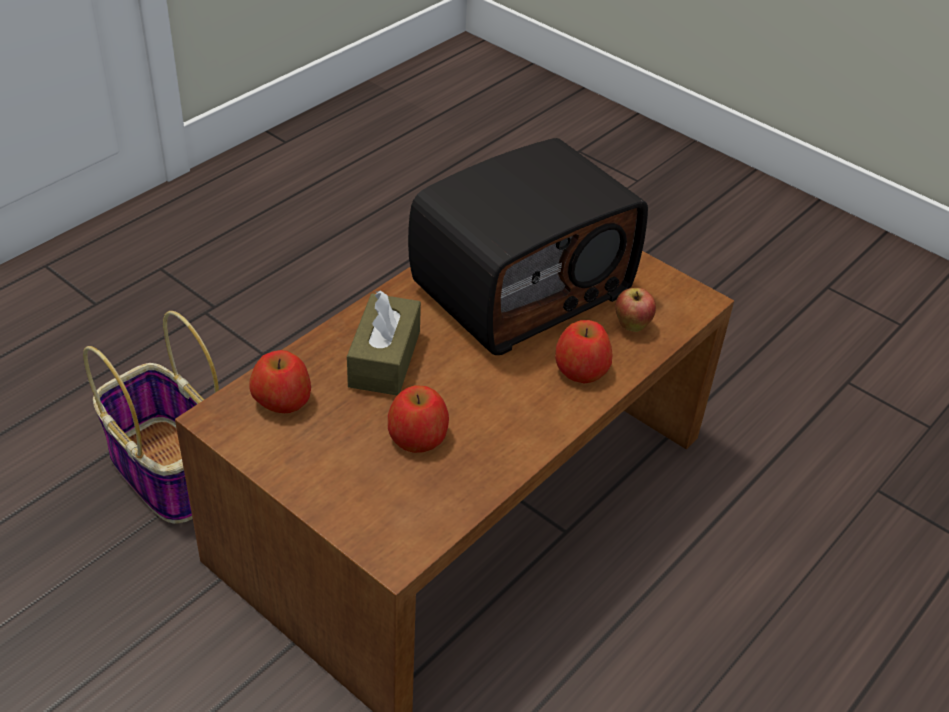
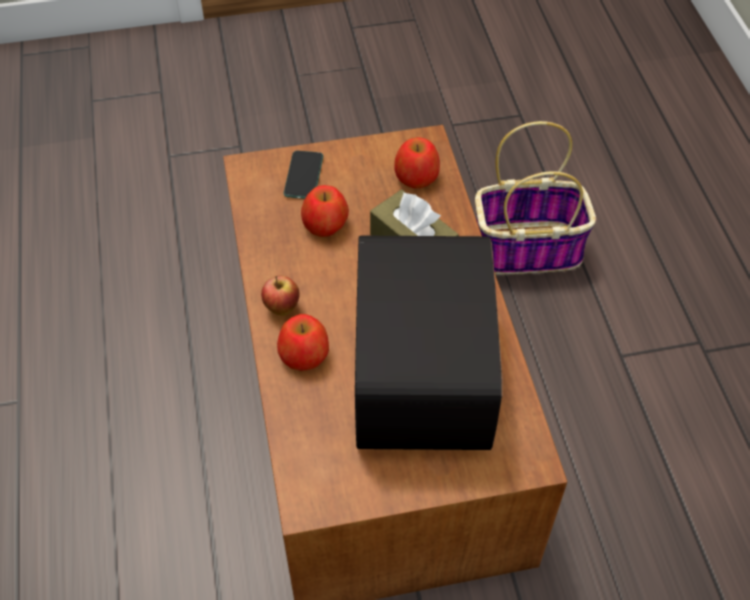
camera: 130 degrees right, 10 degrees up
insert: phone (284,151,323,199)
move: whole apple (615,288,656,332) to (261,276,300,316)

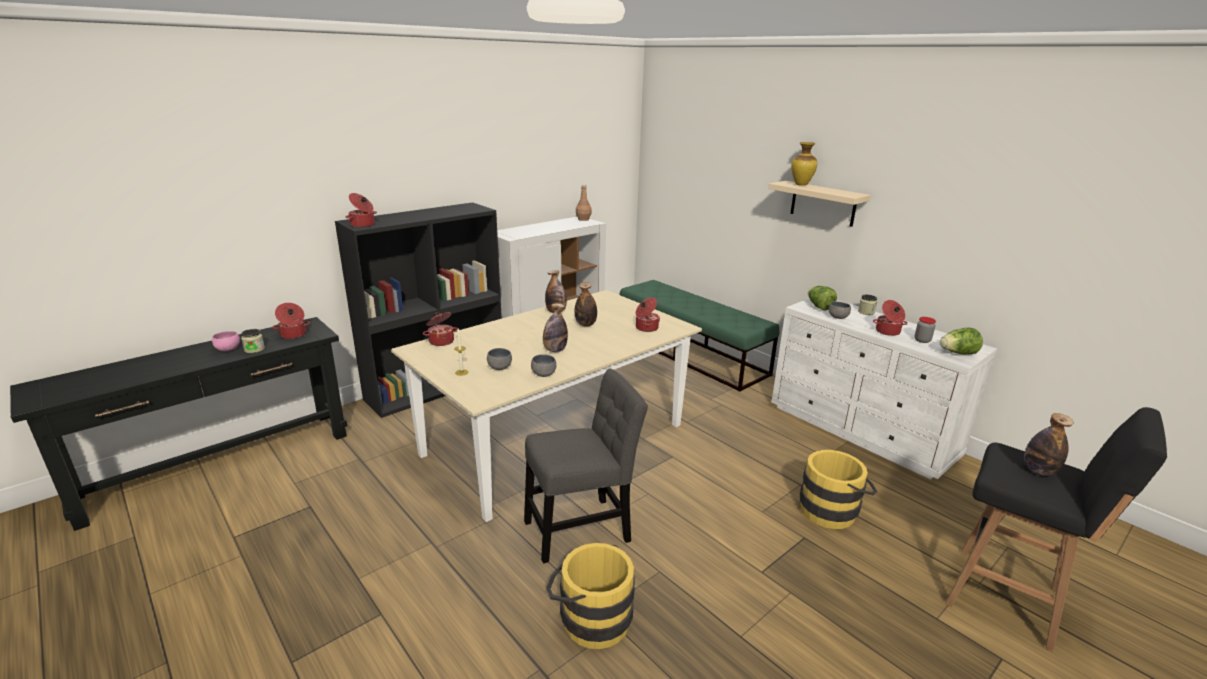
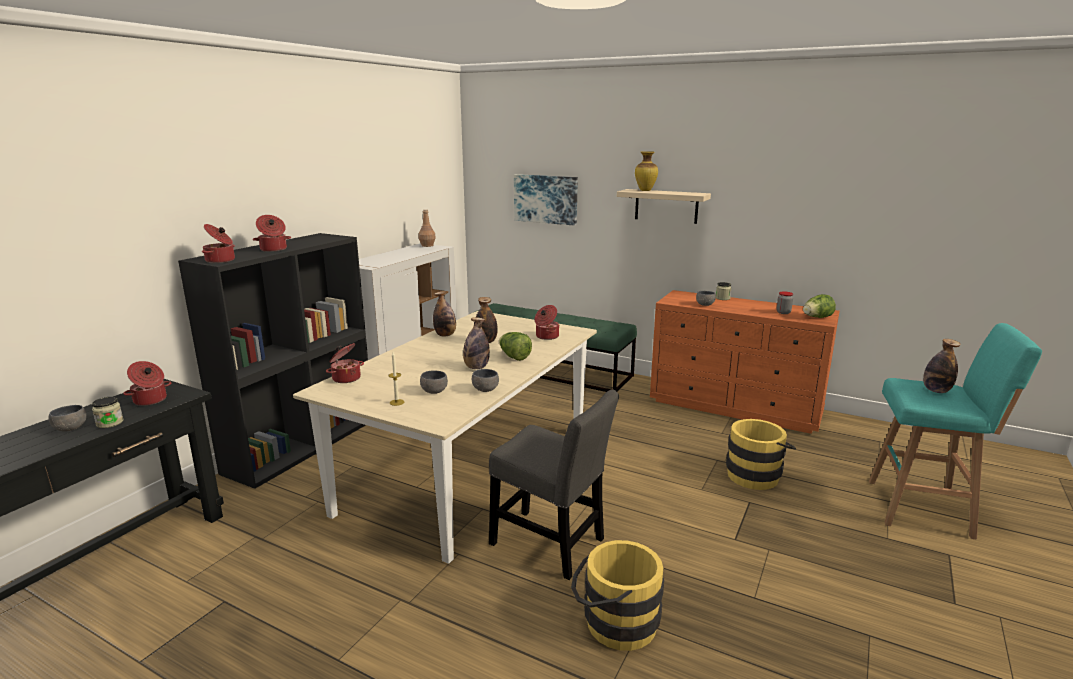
camera: 20 degrees left, 5 degrees down
insert: wall picture (514,174,578,226)
move: lettuce head (808,286,837,310) to (499,332,532,361); saucepot (873,300,908,336) to (253,215,291,252)
recolor: pinkish deep dish (212,331,240,351) to gray deep dish (49,405,86,432); whitish drawer chest (771,299,997,479) to orange drawer chest (650,290,840,434); black stool (945,407,1167,652) to turquoise stool (869,323,1042,540)
rotate: gray chair (524,369,648,564) = (489,390,619,580) 75 degrees clockwise

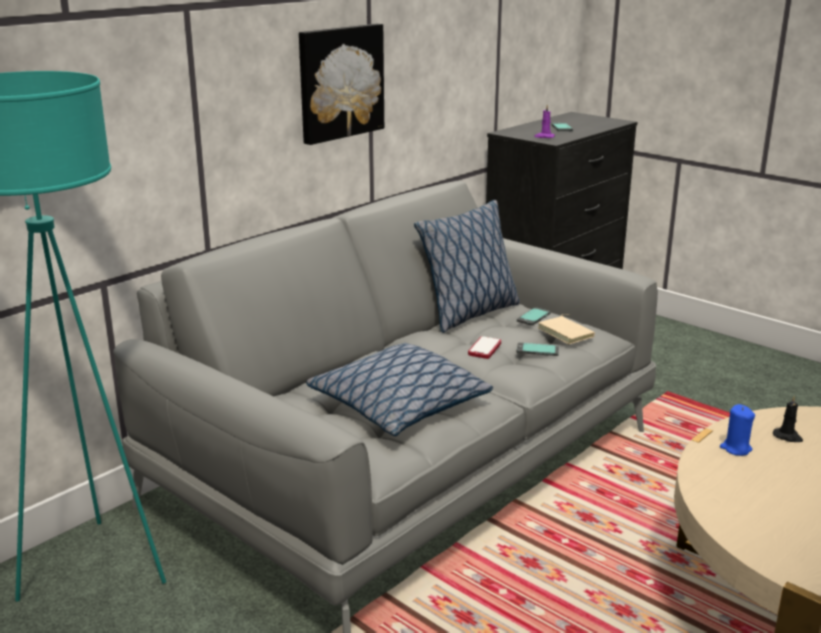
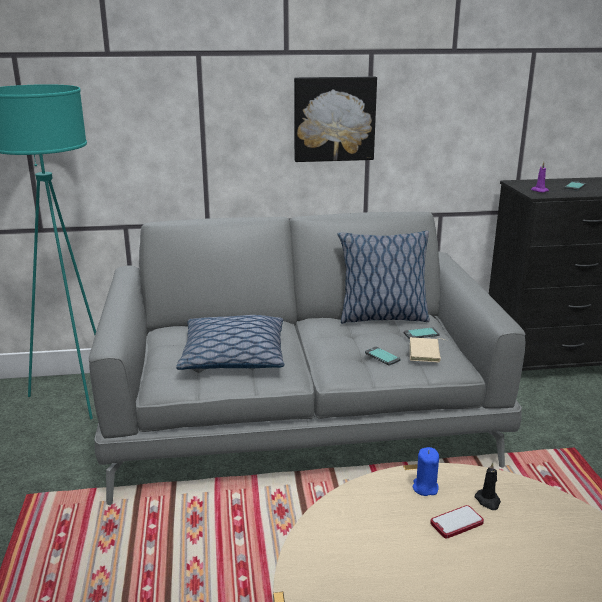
camera: 40 degrees right, 0 degrees up
move: phone (468,336,501,359) to (430,505,484,538)

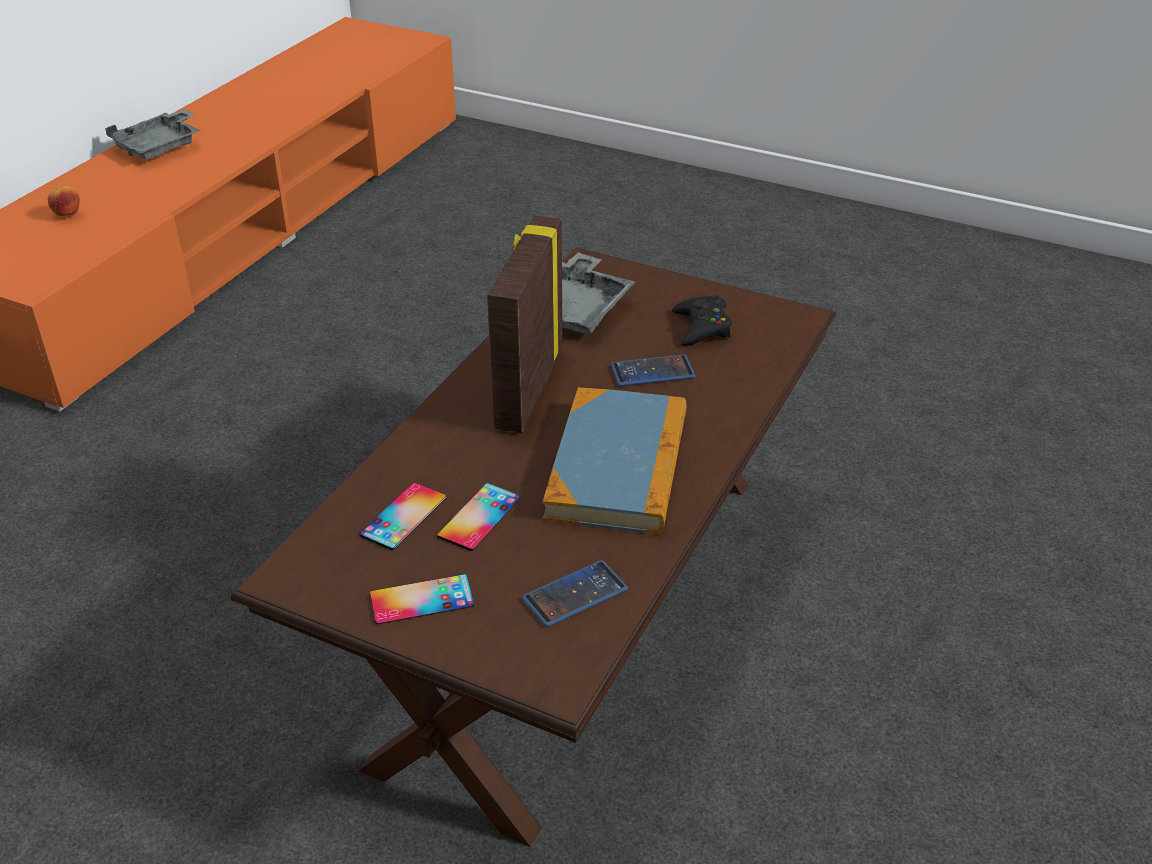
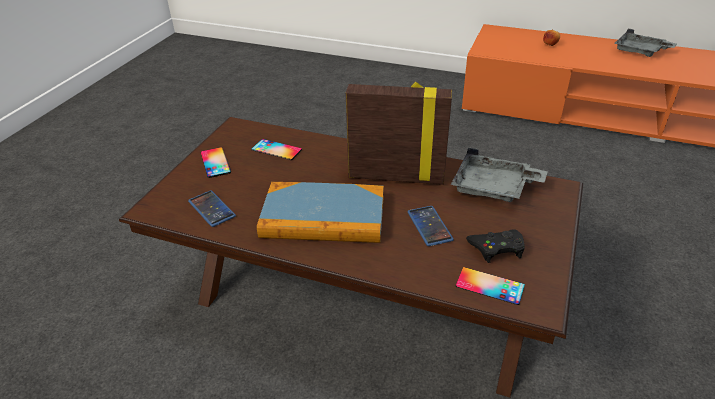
camera: 85 degrees right, 0 degrees up
move: phone (437,483,520,551) to (456,267,525,305)

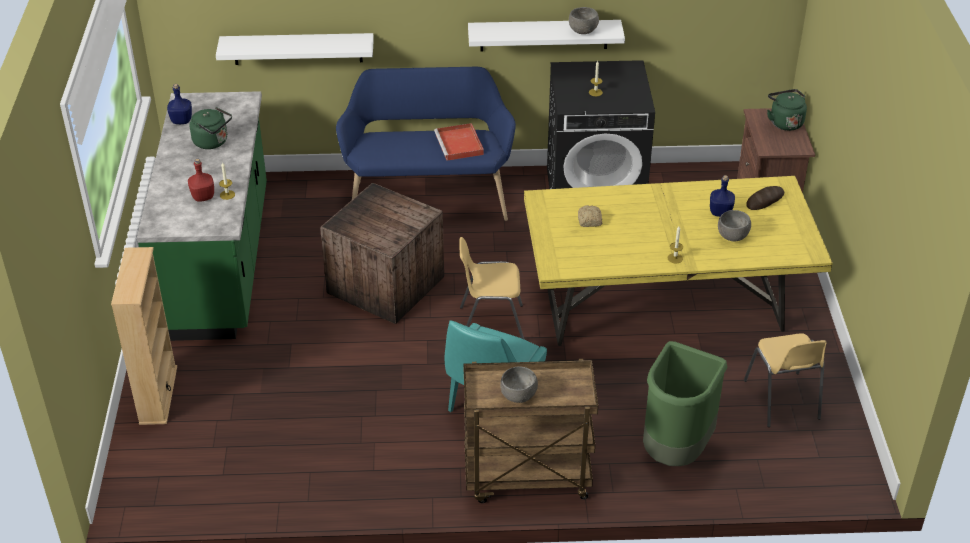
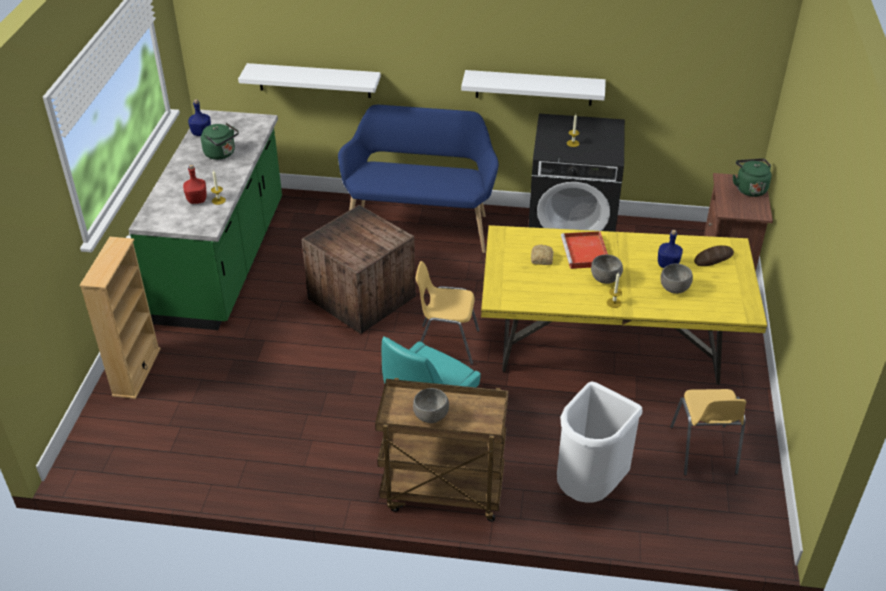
camera: 10 degrees right, 0 degrees up
move: reddish serving tray (434,123,484,161) to (561,231,608,269); gray deep dish (569,7,599,34) to (591,254,623,284)
recolor: green rubbish bin (643,341,727,466) to whitish rubbish bin (557,381,642,503)

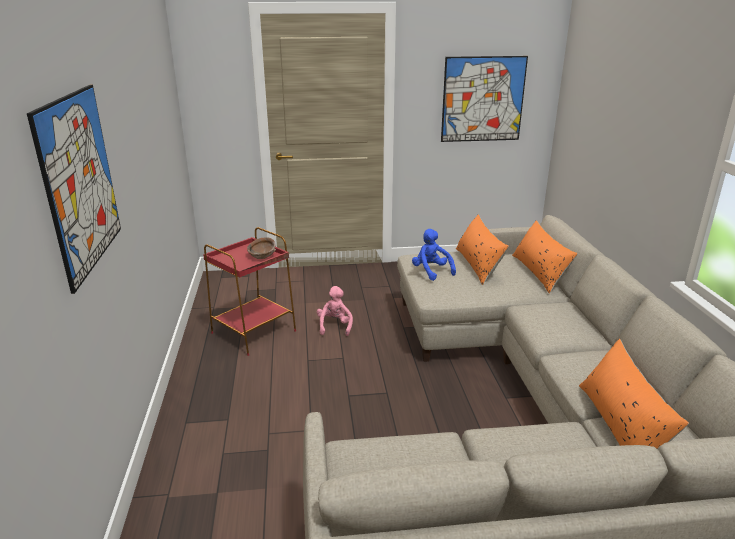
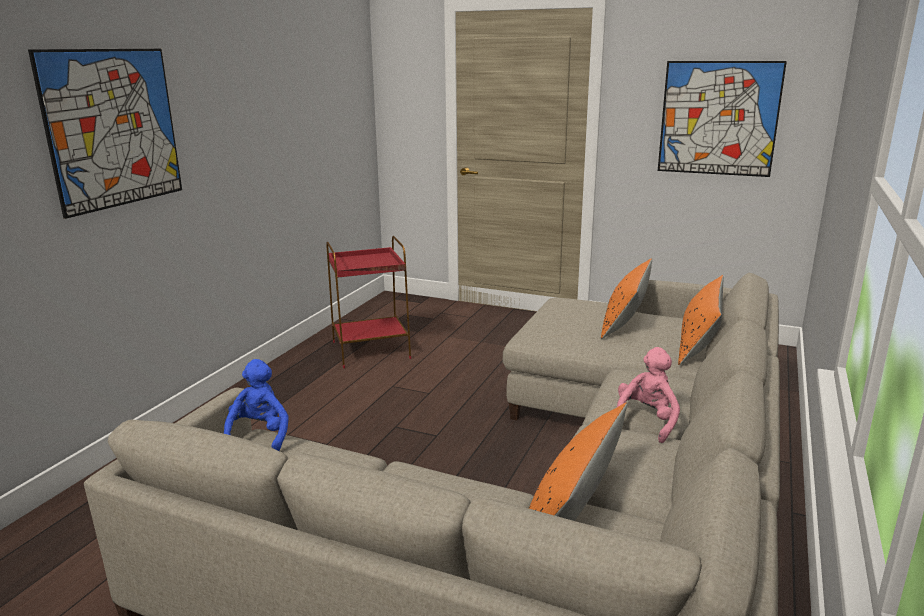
camera: 30 degrees right, 5 degrees down
delete: brown deep dish (247,238,276,259)
move: pinkish cuddly toy (317,286,353,336) to (616,347,680,443); blue cuddly toy (412,229,456,281) to (224,359,289,451)

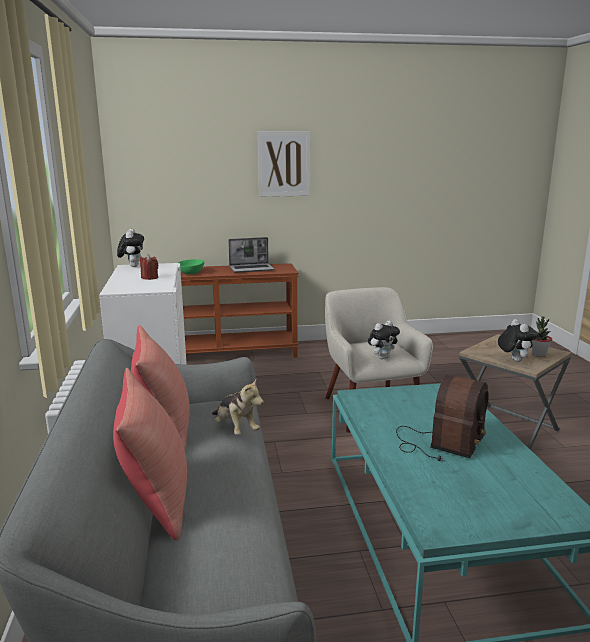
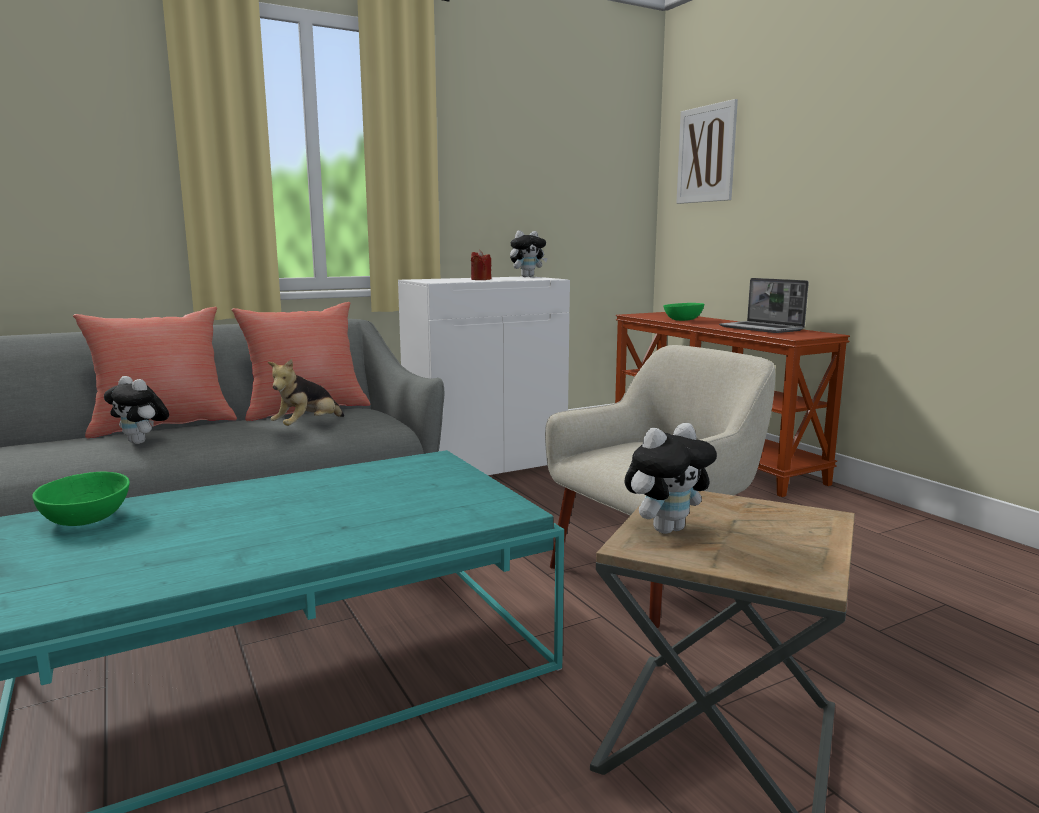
camera: 70 degrees right, 5 degrees down
delete: radio receiver (396,374,489,461); potted plant (531,316,552,357)
insert: green deep dish (32,471,130,526)
move: wall picture (258,131,310,197) to (676,99,738,204); cuddly toy (368,320,400,359) to (104,376,169,444)

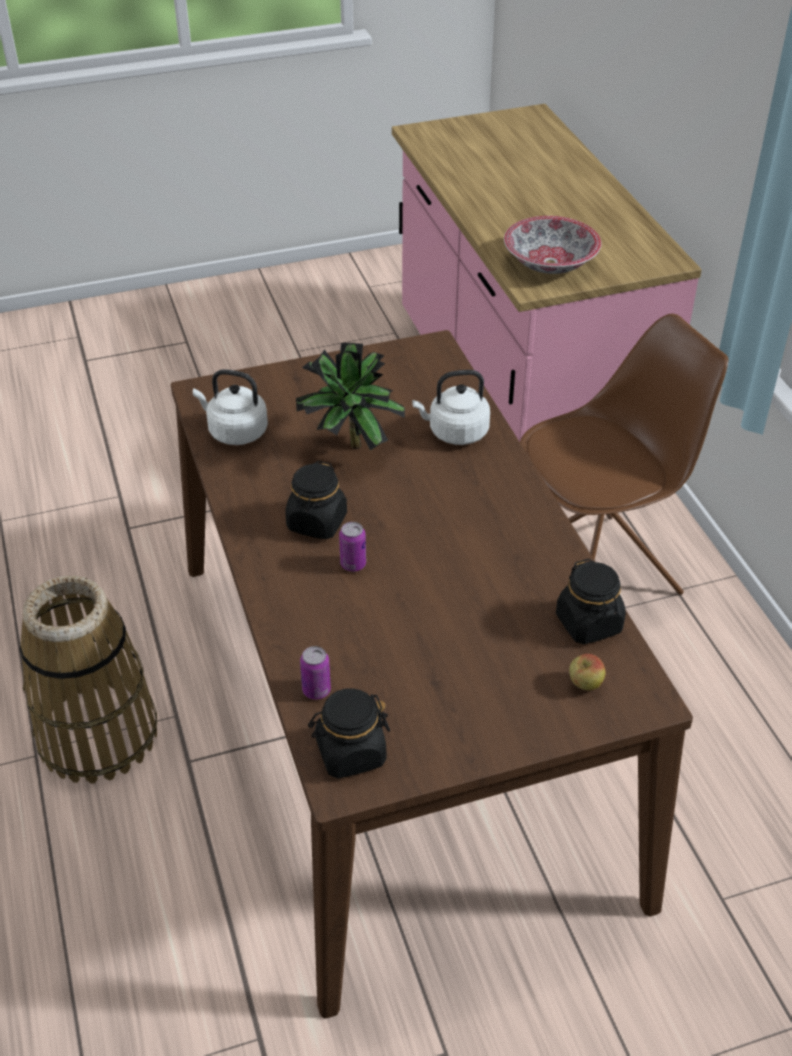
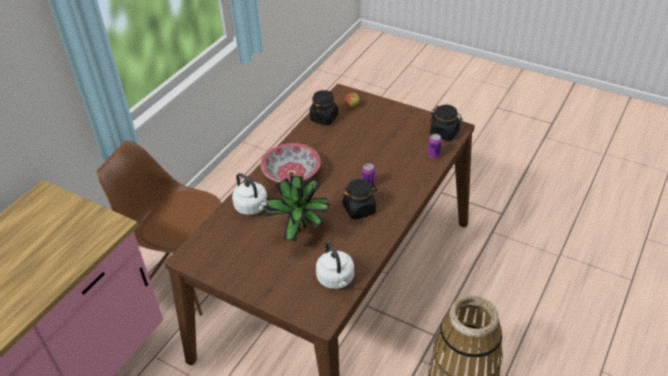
camera: 130 degrees left, 0 degrees up
move: deep dish (504,216,601,274) to (261,143,320,183)

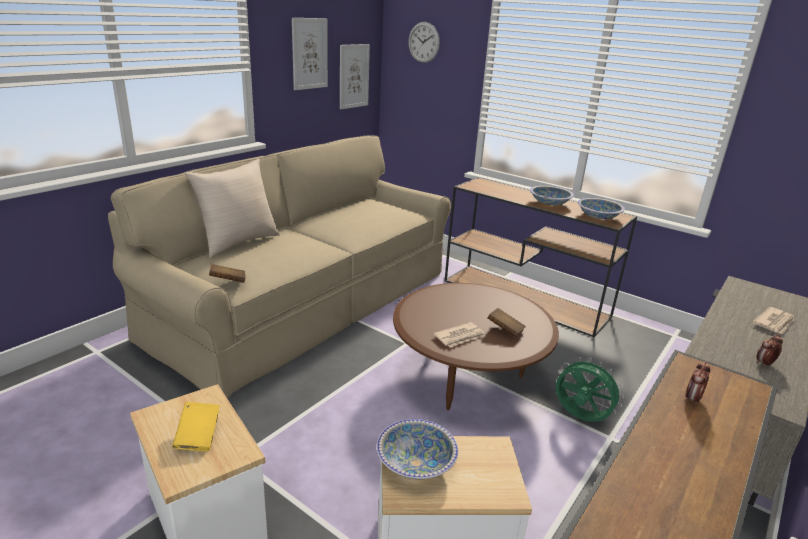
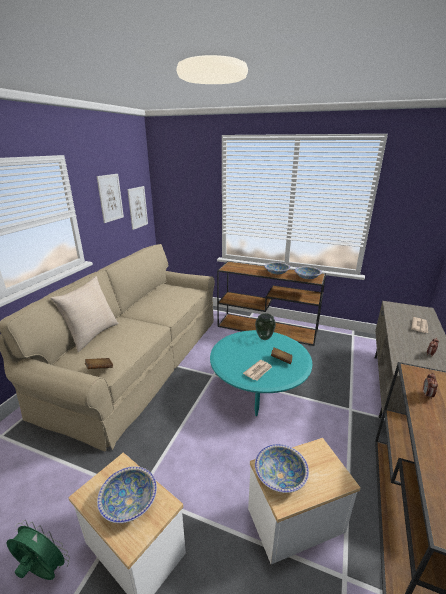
camera: 15 degrees left, 0 degrees up
delete: hanging clock (408,22,440,63)
insert: vase (255,313,276,340)
move: green fan (556,357,624,422) to (7,520,70,580)
replace: yellow volume (172,402,220,451) to deep dish (97,466,157,523)
recolor: brown lounge table (393,283,559,410) to turquoise lounge table (210,330,312,416)

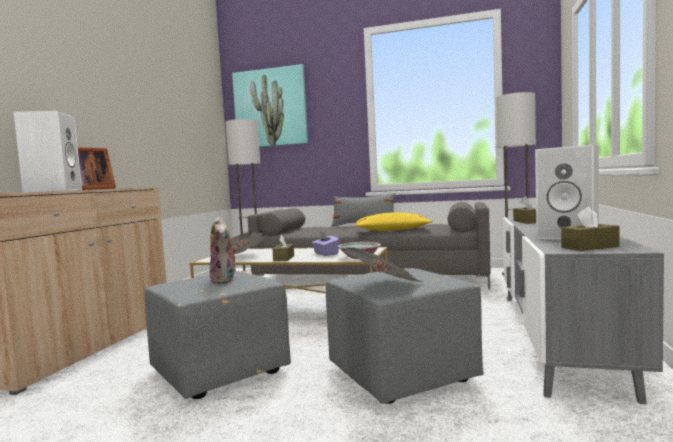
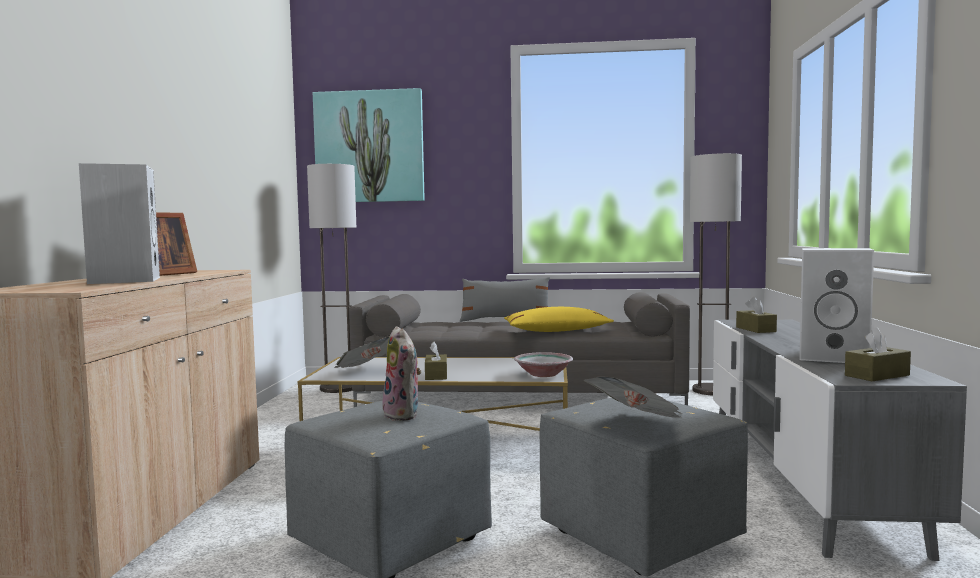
camera: 10 degrees left, 0 degrees up
delete: purplish tissue holder (312,232,340,256)

